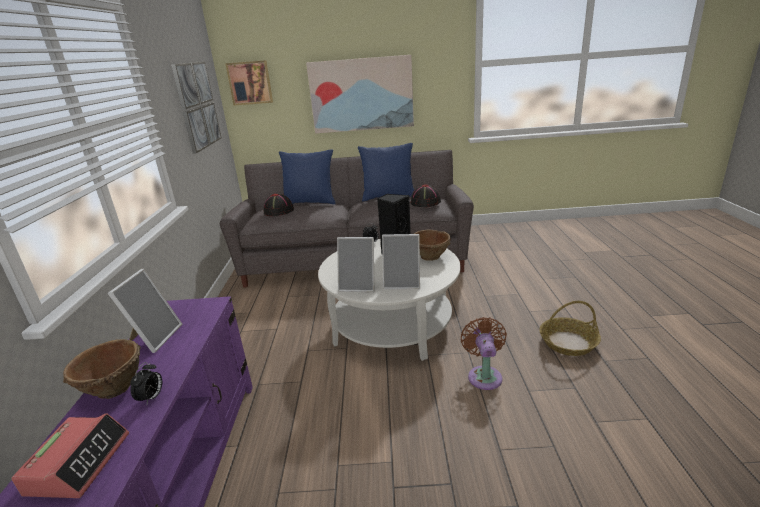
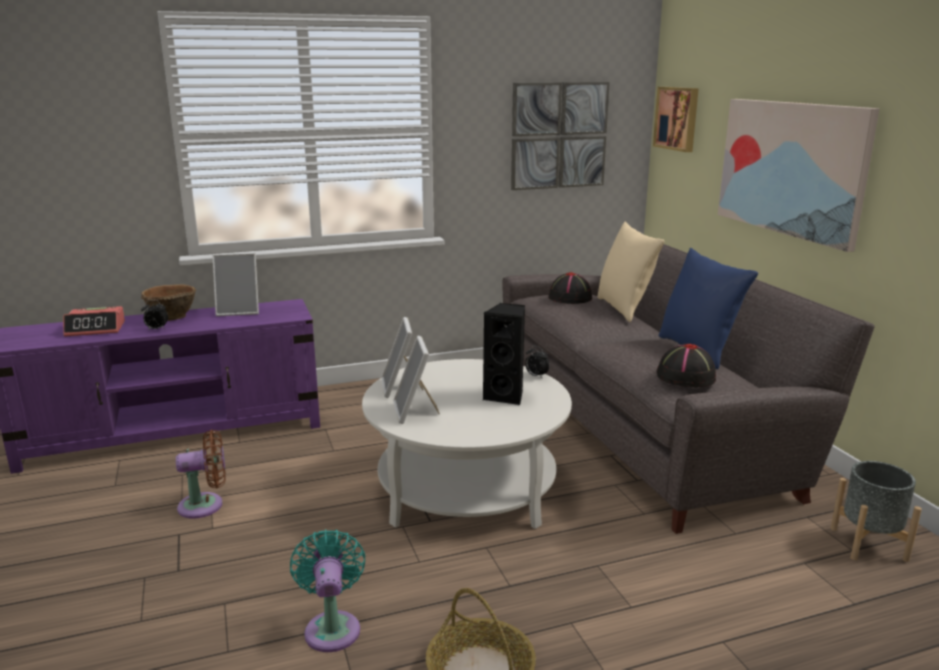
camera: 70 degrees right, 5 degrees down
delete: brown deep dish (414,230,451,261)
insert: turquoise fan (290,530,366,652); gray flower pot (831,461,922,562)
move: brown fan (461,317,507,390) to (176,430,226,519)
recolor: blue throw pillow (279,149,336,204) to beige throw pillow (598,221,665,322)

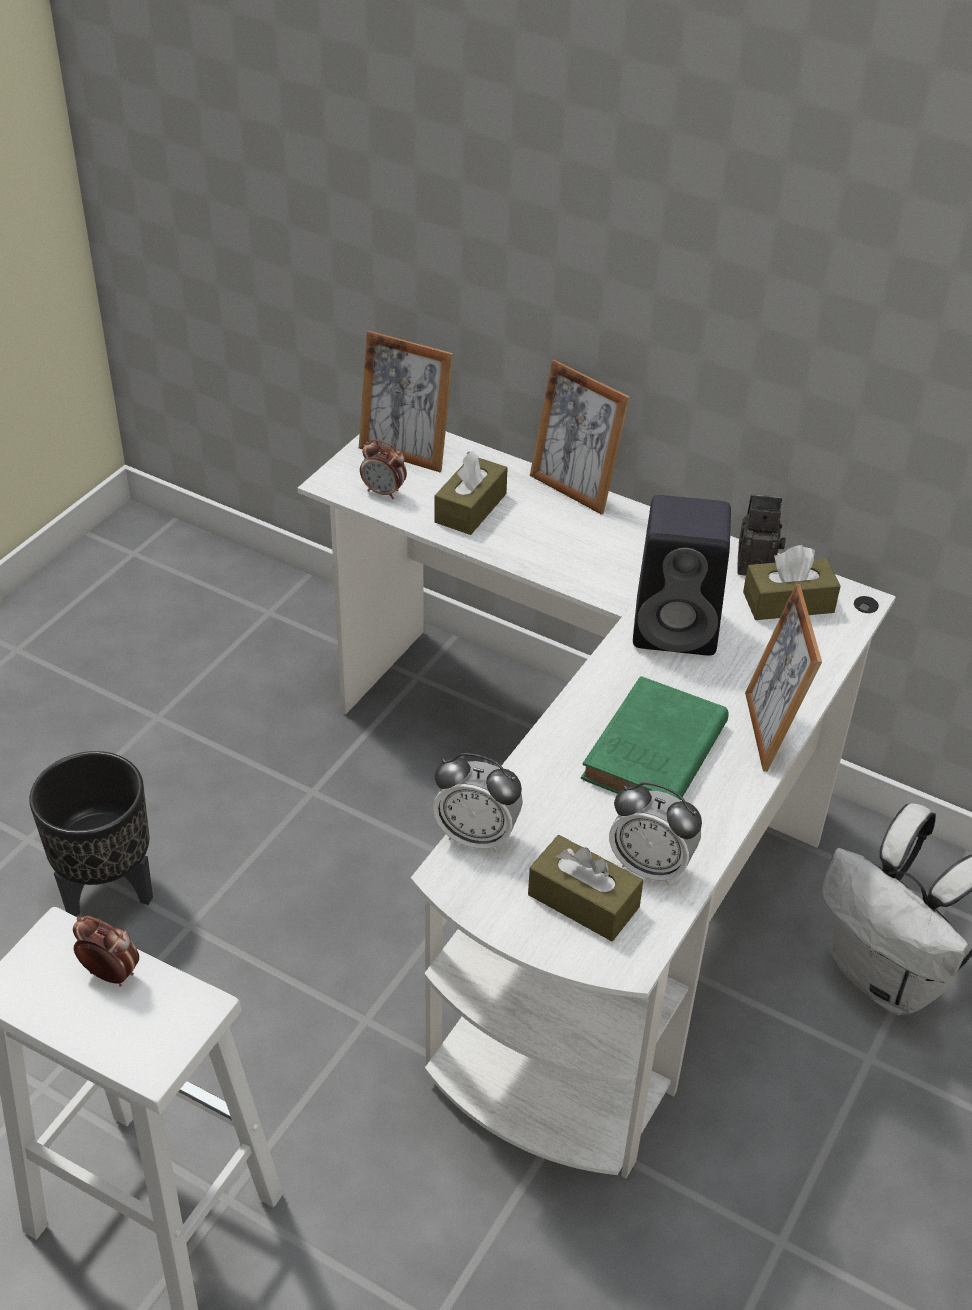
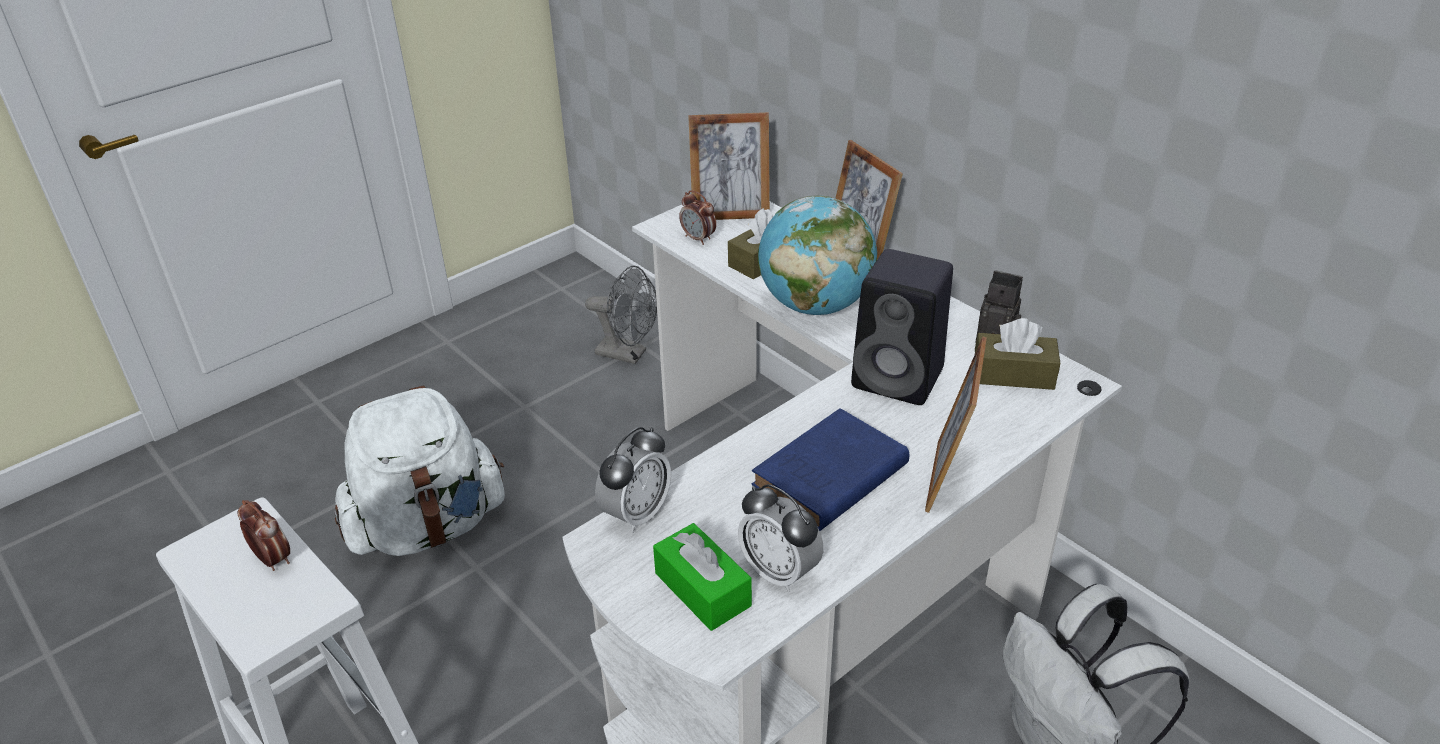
camera: 20 degrees right, 5 degrees down
insert: gray fan (585,265,657,364); desk globe (758,195,877,315)
replace: black flower pot (29,751,153,917) to whitish backpack (334,386,505,556)
recolor: brown tissue holder (528,835,643,941) to green tissue holder (653,523,752,631); green volume (581,676,729,800) to blue volume (752,408,909,531)
rotate: photo frame (359,330,453,472) = (688,112,770,220) 45 degrees counterclockwise; table clock (433,753,523,852) = (595,427,671,533) 90 degrees counterclockwise

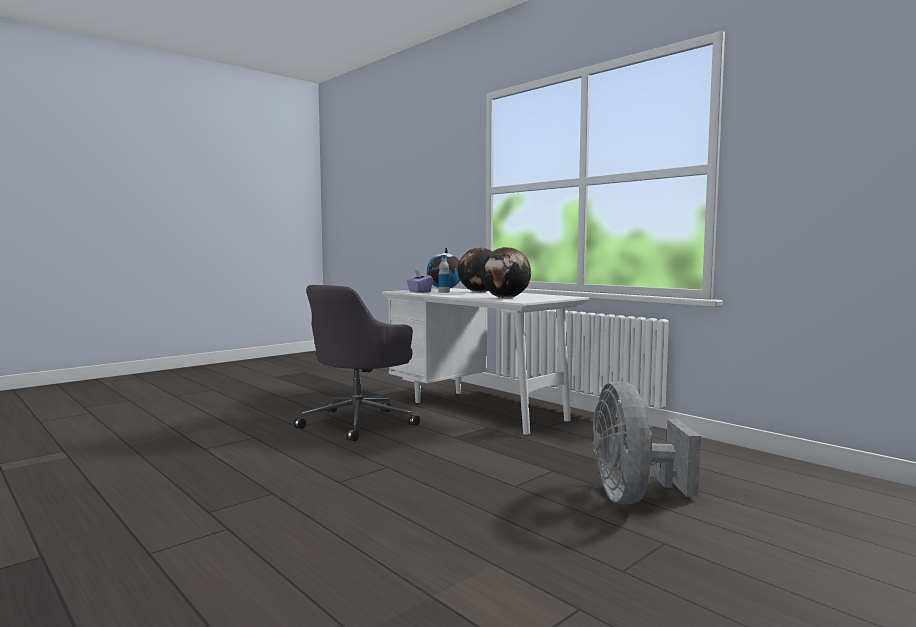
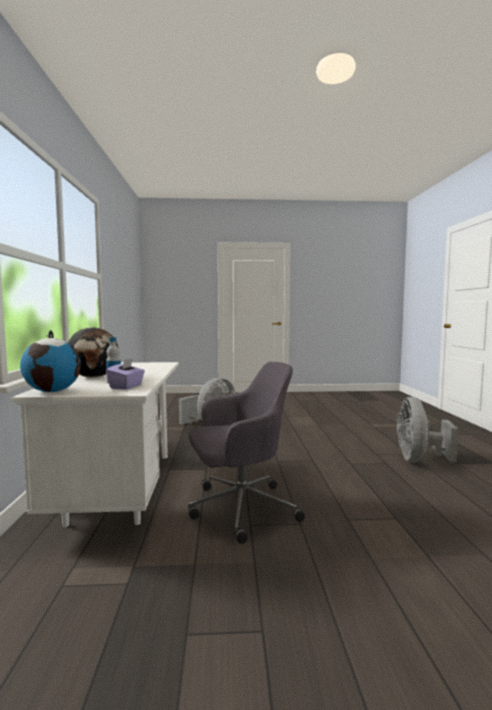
camera: 140 degrees left, 0 degrees up
delete: desk globe (481,247,531,298)
insert: gray fan (397,397,458,463)

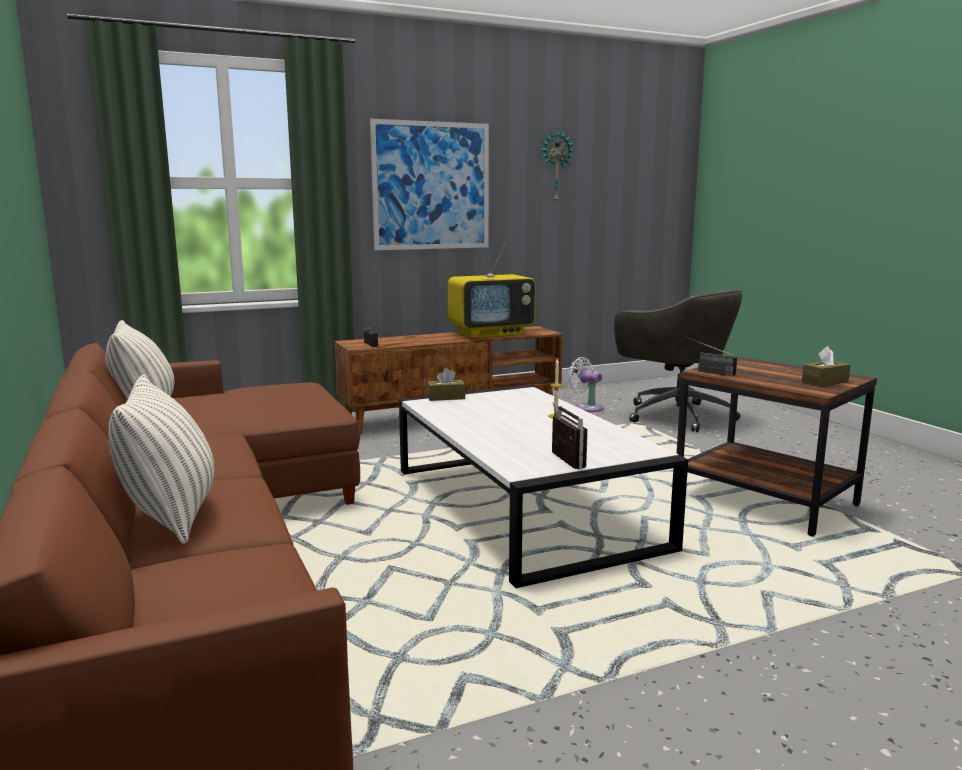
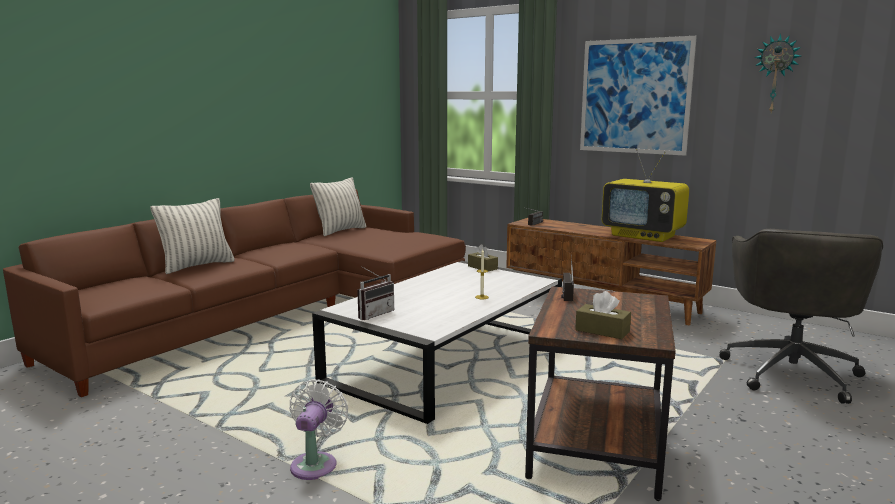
camera: 60 degrees right, 0 degrees up
move: whitish fan (568,357,603,412) to (289,379,348,480)

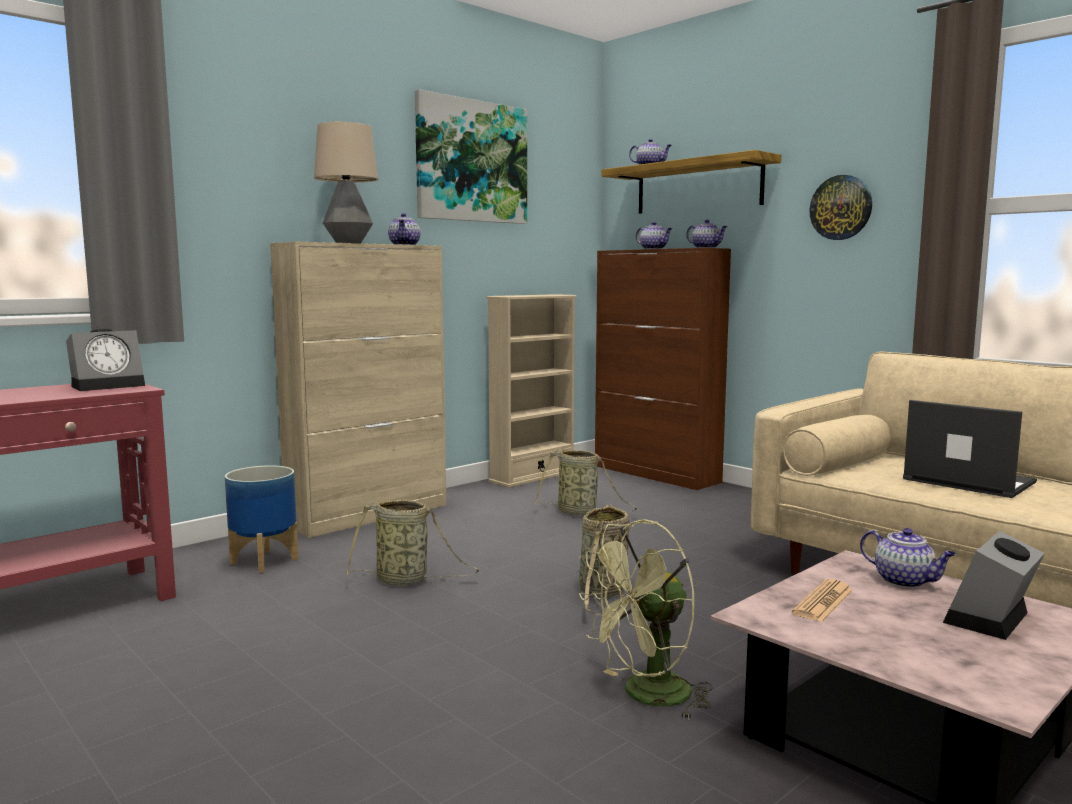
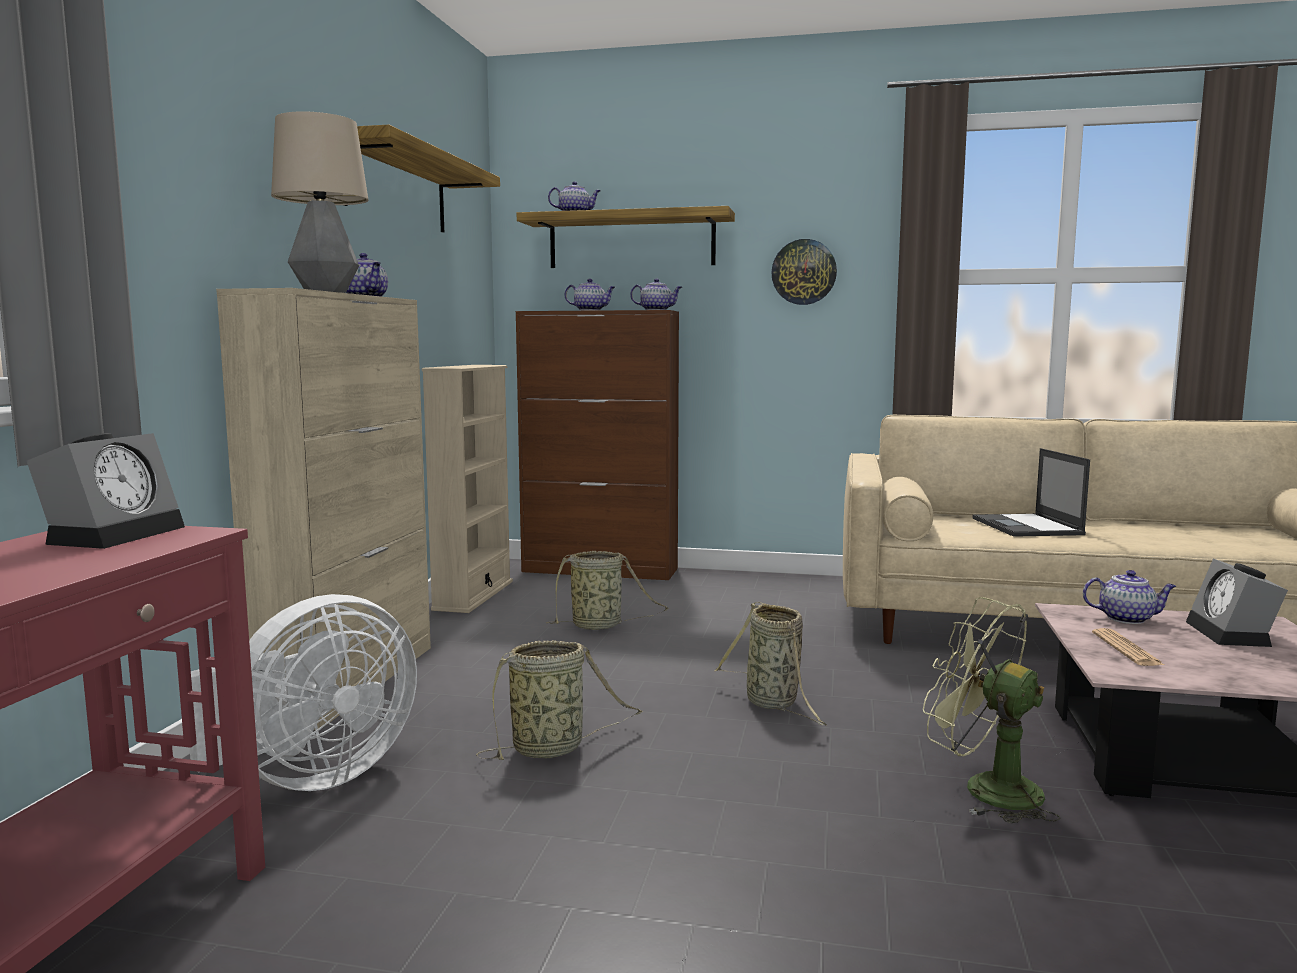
camera: 35 degrees left, 0 degrees up
replace: flower pot (225,465,298,573) to whitish fan (189,594,417,791); wall picture (415,89,527,224) to wall shelf (343,125,500,233)
rotate: green fan (579,519,713,720) = (923,597,1060,823) 105 degrees clockwise; laptop (903,400,1037,498) = (972,448,1090,537) 105 degrees counterclockwise

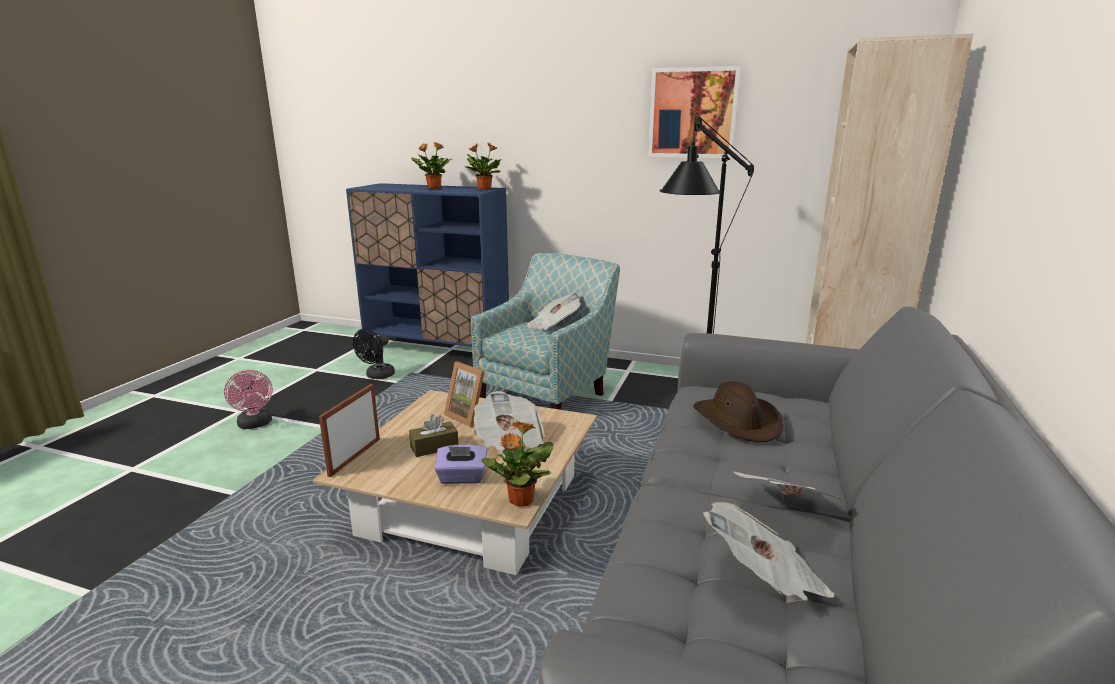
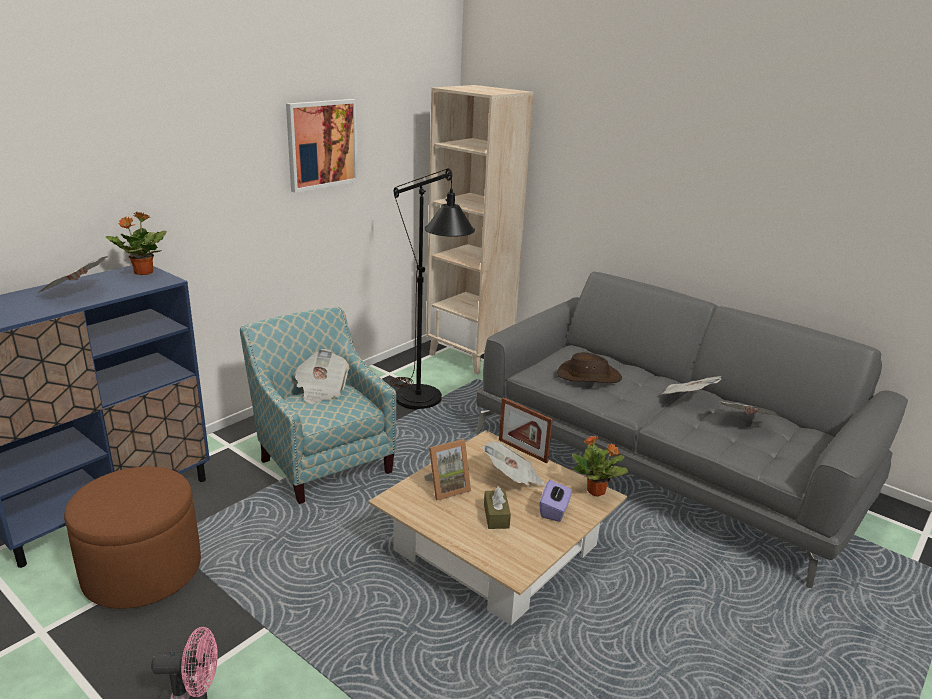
camera: 70 degrees left, 5 degrees up
move: photo frame (319,384,380,477) to (499,397,553,463)
replace: black fan (353,329,395,379) to brown pouffe (64,467,201,609); potted plant (411,142,453,189) to daily paper (36,256,108,294)

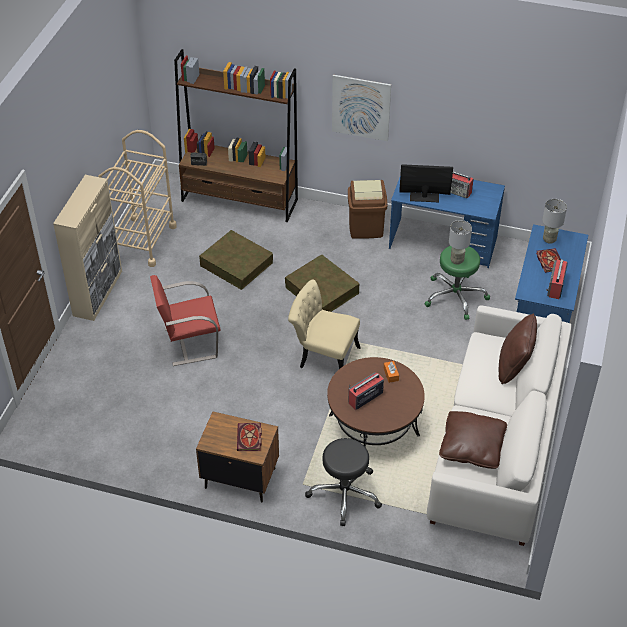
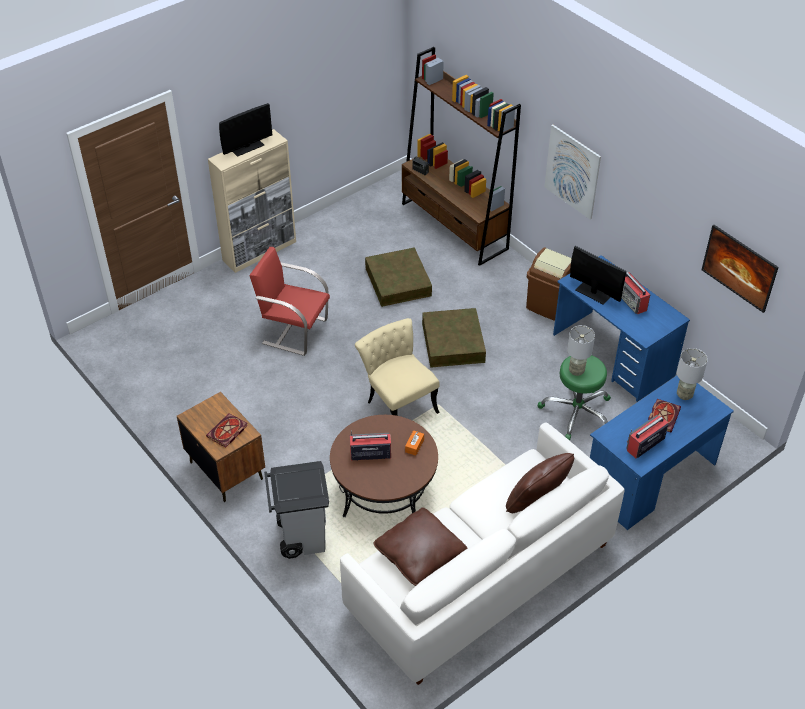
camera: 35 degrees right, 0 degrees up
delete: beige trolley (98,130,177,267)
insert: computer screen (219,103,272,157); wall picture (702,225,779,313)
replace: black stool (305,438,382,526) to gray rubbish bin (264,461,329,559)

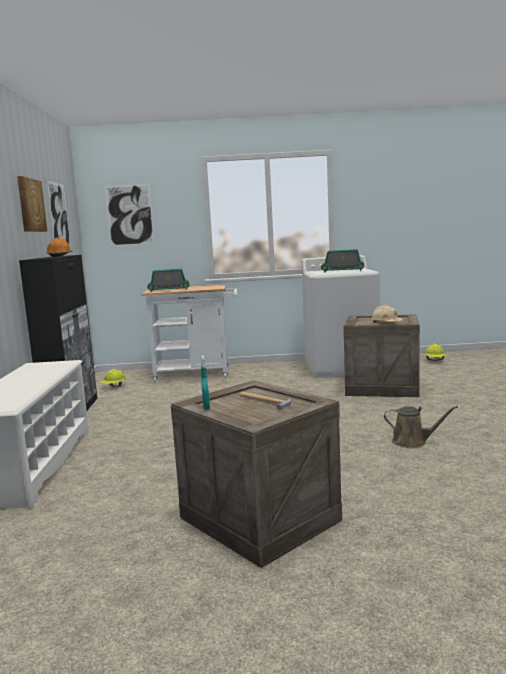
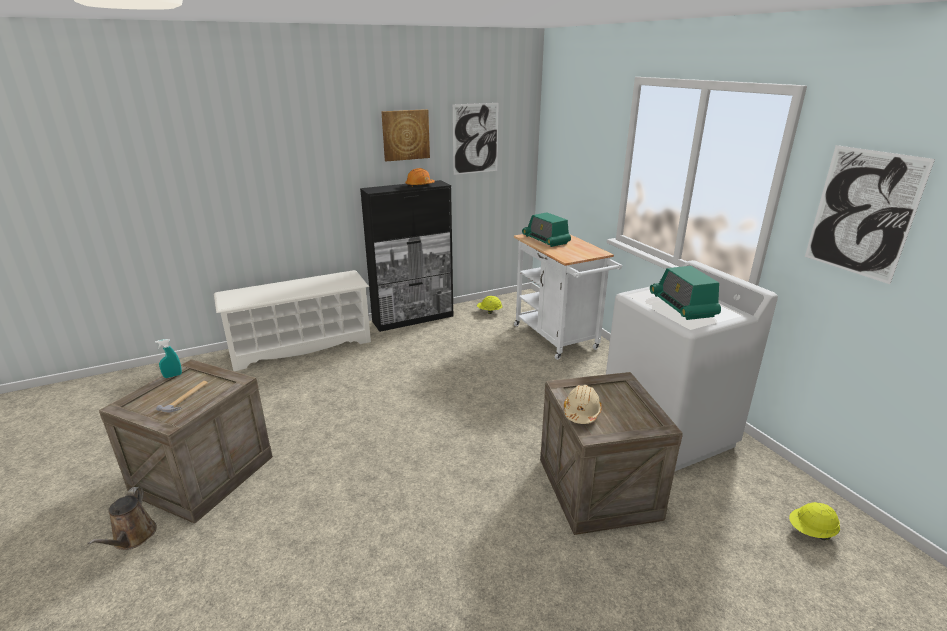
camera: 65 degrees right, 15 degrees up
move: wall picture (105,184,155,246) to (805,145,935,284); brown watering can (384,406,458,448) to (87,487,157,550)

